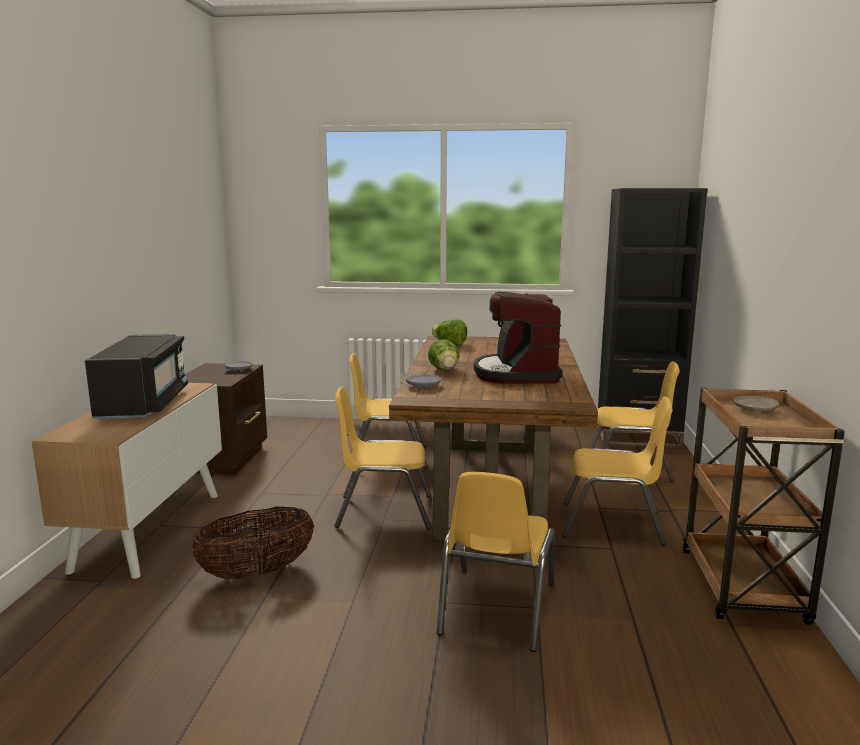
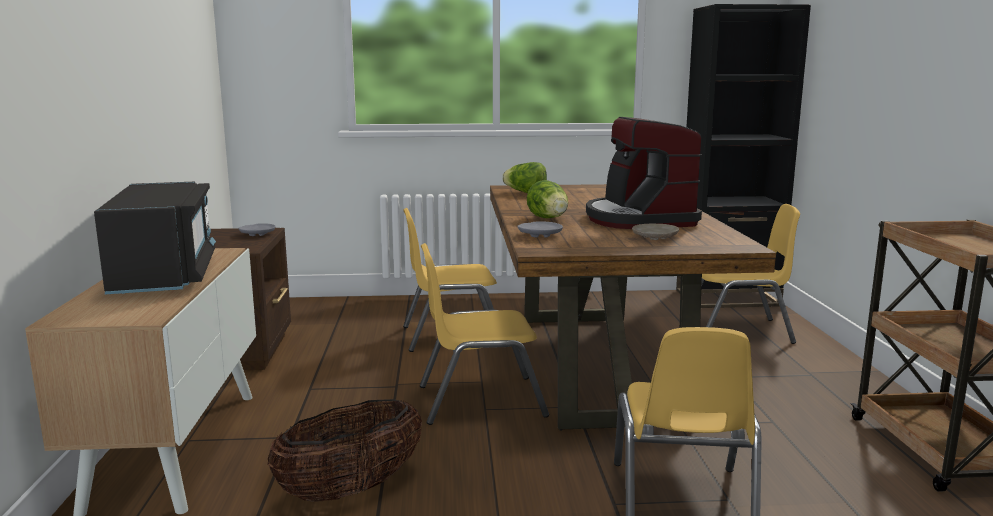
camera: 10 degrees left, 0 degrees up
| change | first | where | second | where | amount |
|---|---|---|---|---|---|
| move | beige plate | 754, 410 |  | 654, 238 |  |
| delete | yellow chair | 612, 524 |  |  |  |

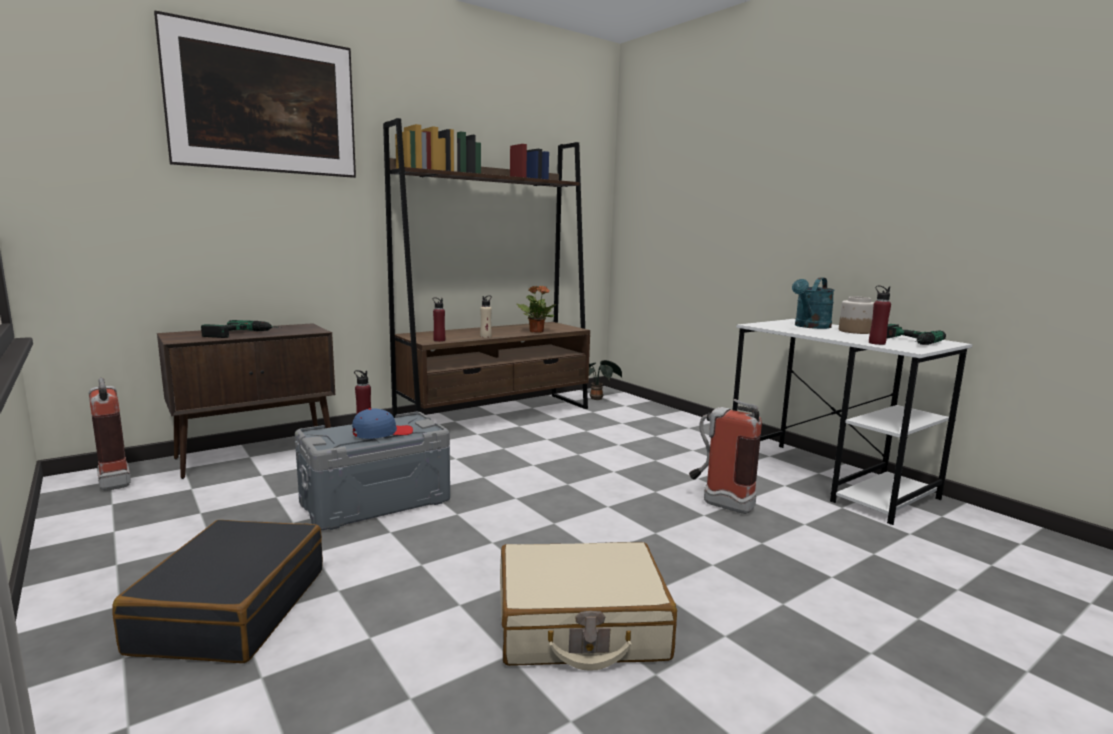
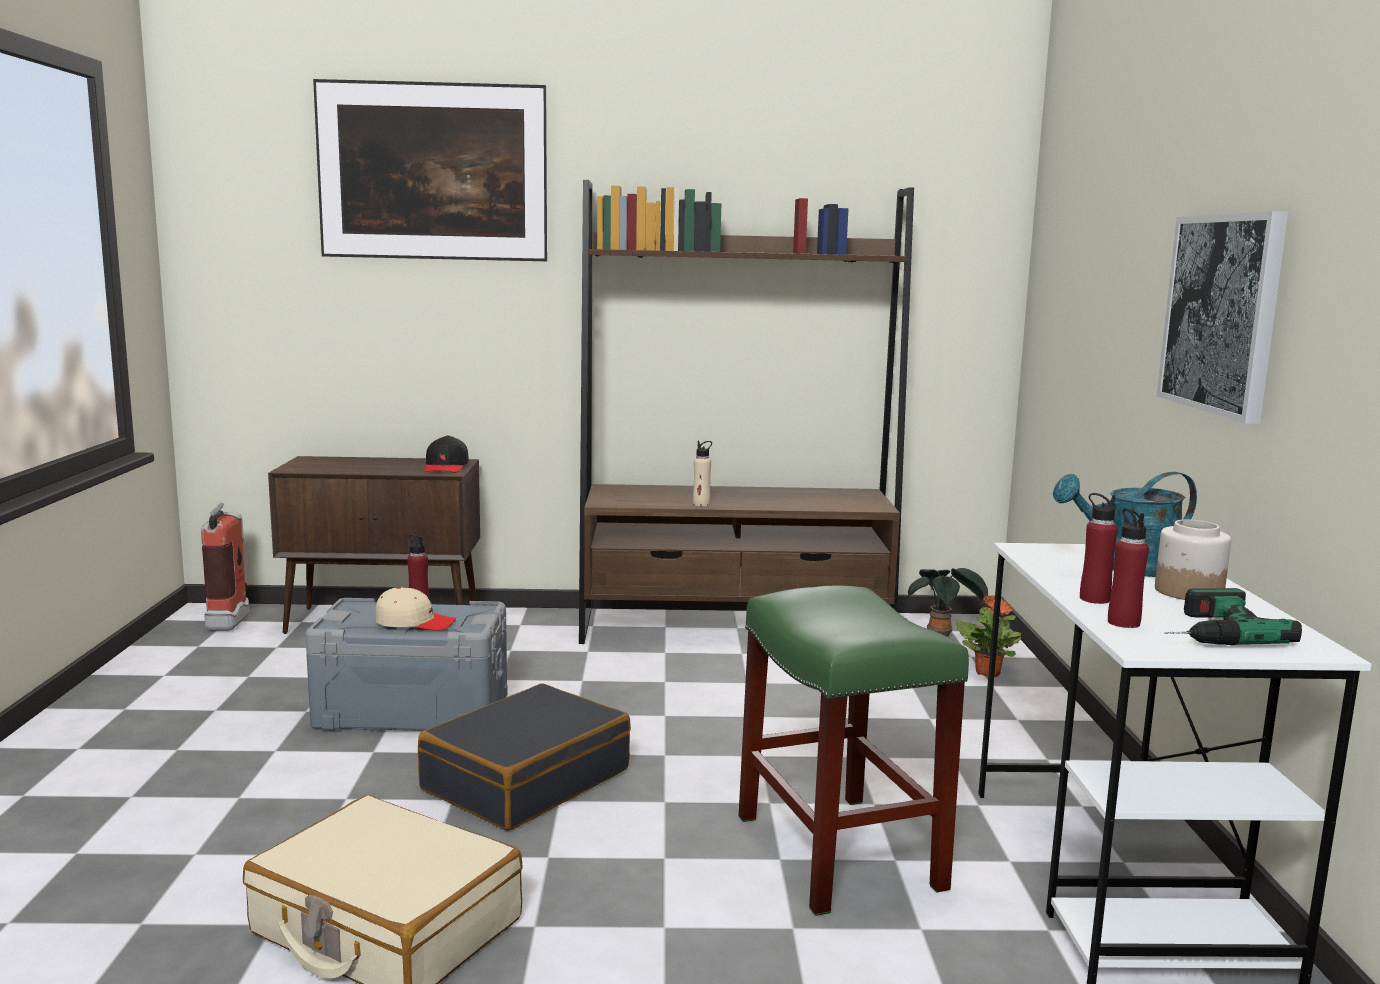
camera: 35 degrees right, 0 degrees up
| change | first | where | second | where | amount |
|---|---|---|---|---|---|
| move | potted plant | 536, 331 |  | 987, 673 |  |
| move | red bottle | 439, 340 |  | 1094, 599 |  |
| delete | power drill | 244, 334 |  |  |  |
| replace | fire extinguisher | 719, 503 | green stool | 836, 851 |  |
| recolor | blue cap | 382, 433 | beige cap | 415, 622 |  |
| move | black suitcase | 231, 609 |  | 525, 779 |  |
| insert |  |  | picture | 1222, 313 |  |
| insert |  |  | black cap | 446, 467 |  |

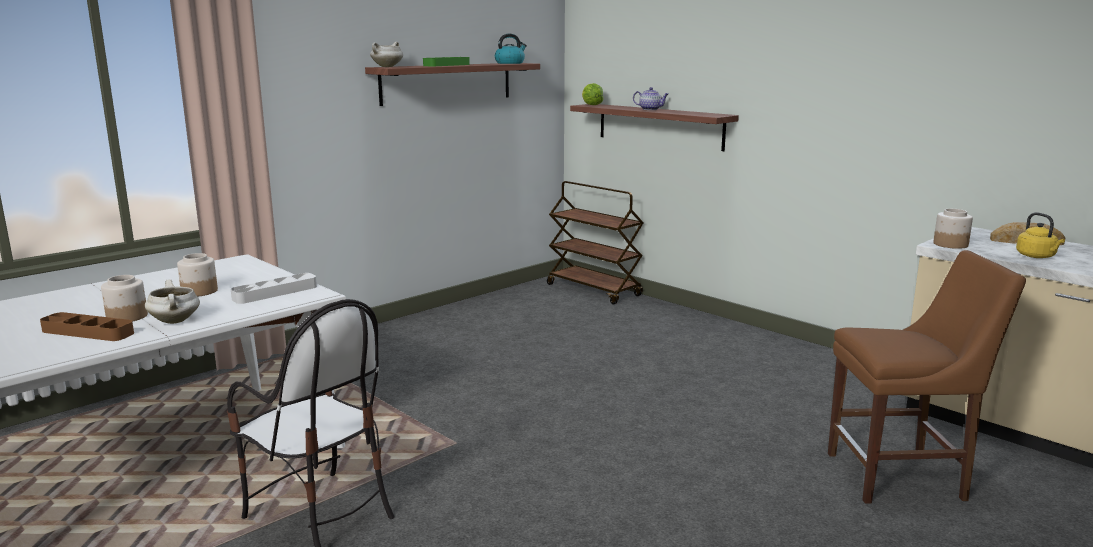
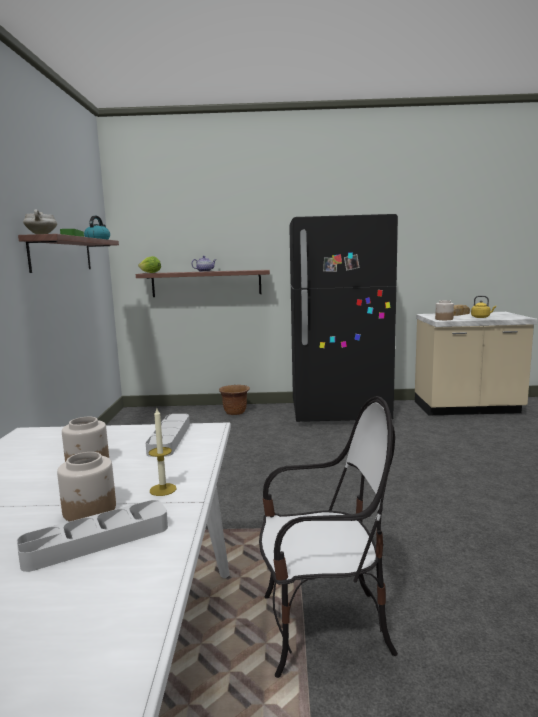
camera: 45 degrees left, 5 degrees down
| change | first | where | second | where | amount |
|---|---|---|---|---|---|
| delete | brown cart | 594, 290 |  |  |  |
| delete | brown chair | 902, 476 |  |  |  |
| replace | white cooking pot | 176, 321 | candle | 163, 489 |  |
| recolor | brown tray | 88, 332 | grey tray | 97, 541 |  |
| insert |  |  | black fridge | 339, 413 |  |
| insert |  |  | brown planter | 235, 412 |  |

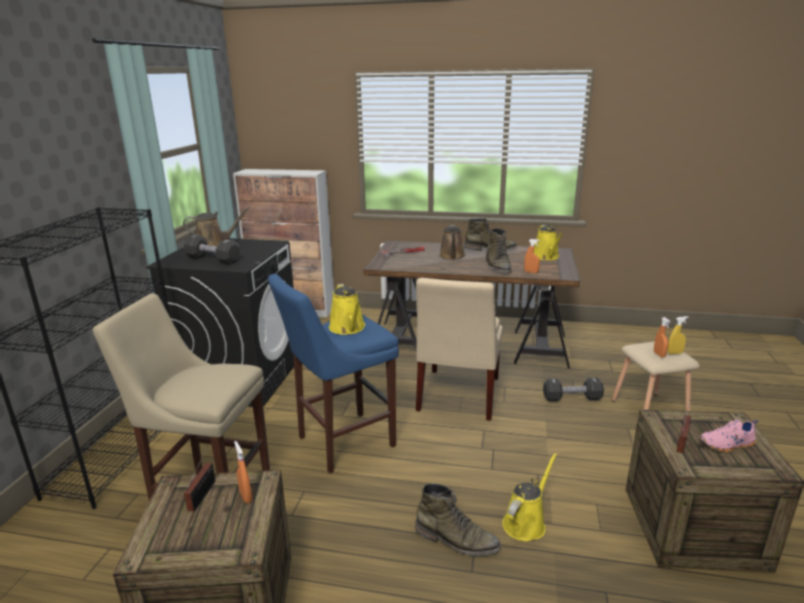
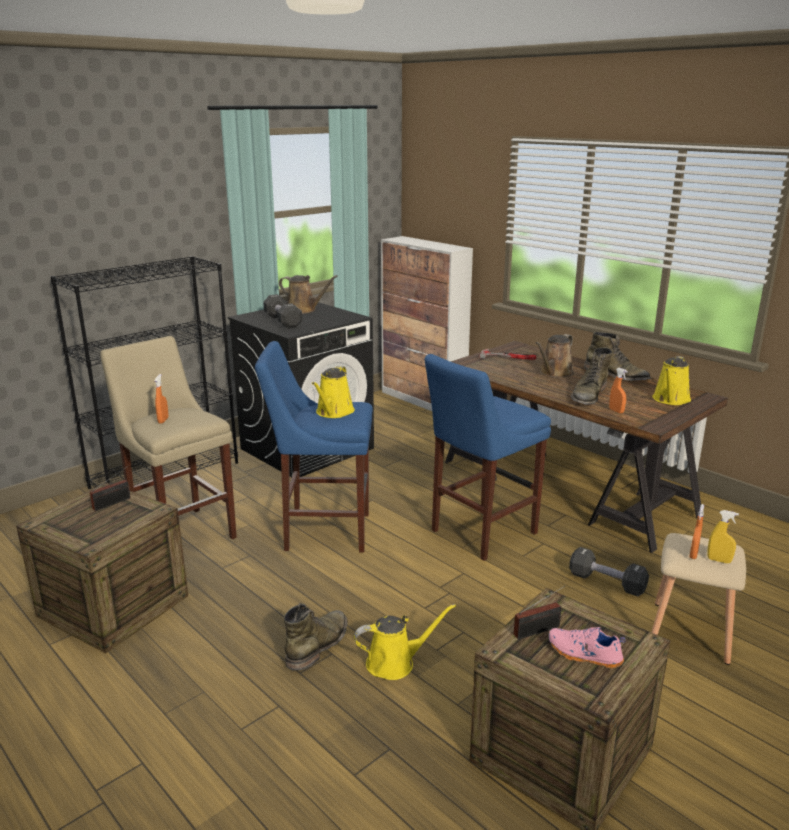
camera: 35 degrees right, 0 degrees up
| change | first | where | second | where | amount |
|---|---|---|---|---|---|
| replace | beige chair | 457, 396 | blue stool | 479, 533 |  |
| move | orange spray bottle | 246, 496 |  | 163, 420 |  |
| rotate | green boot | 456, 539 |  | 318, 645 | 120 degrees counterclockwise |

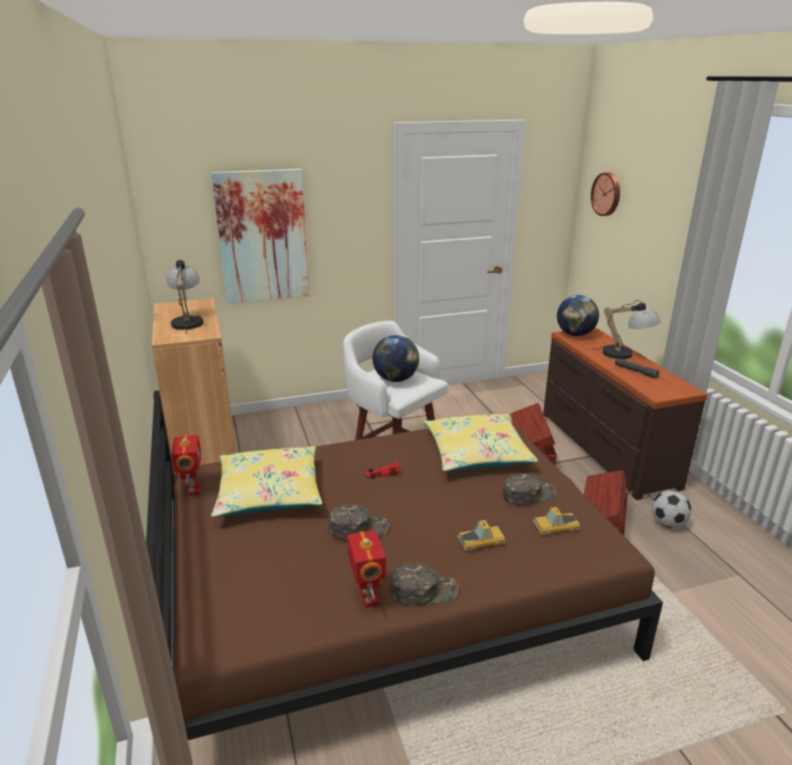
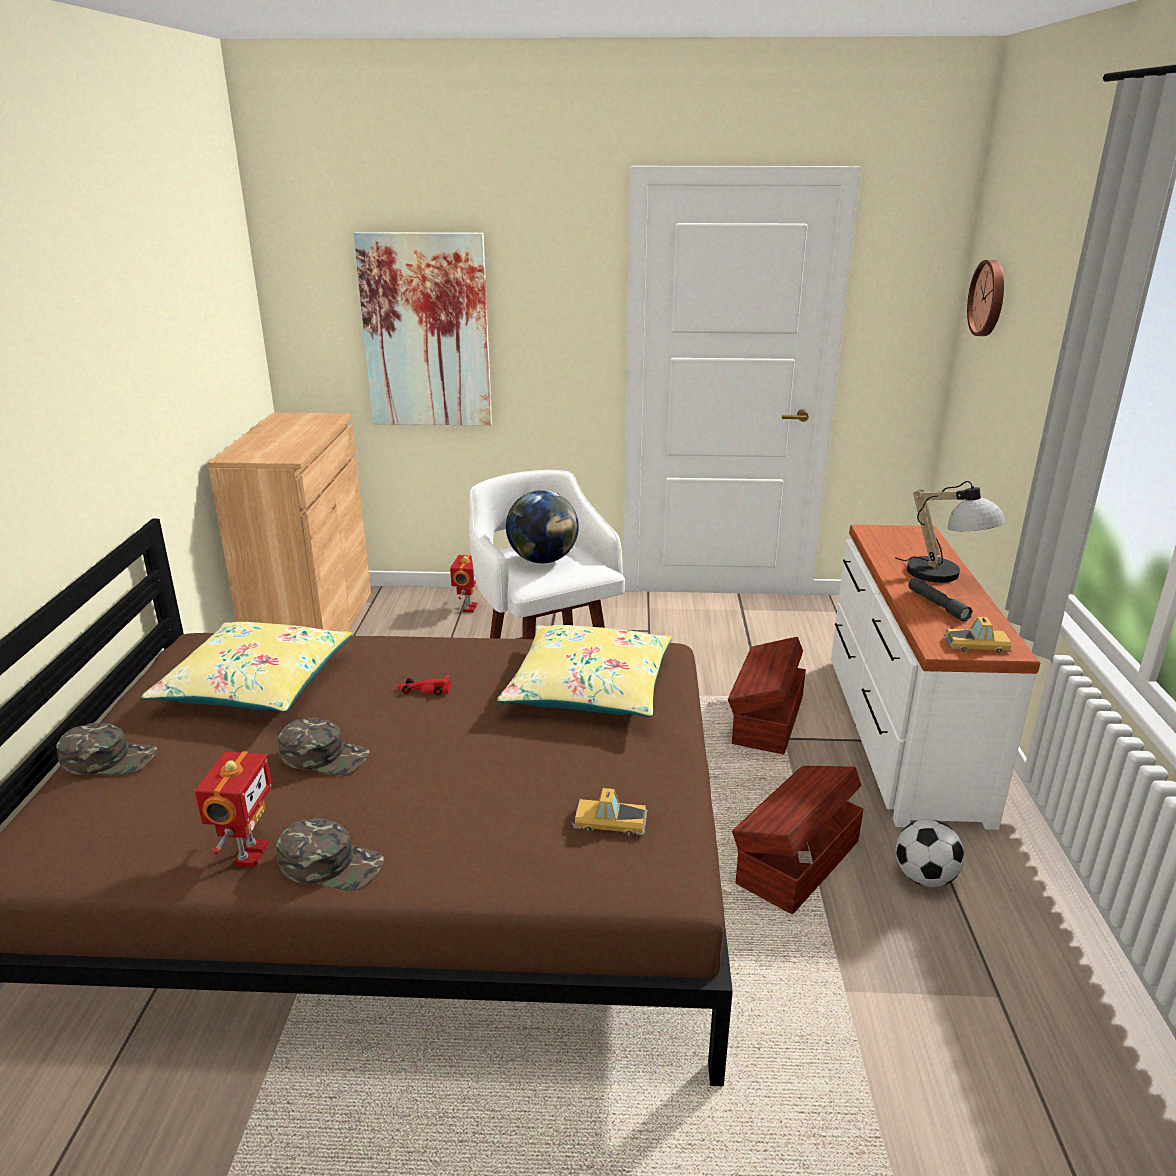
camera: 20 degrees right, 0 degrees up
| change | first | where | second | where | amount |
|---|---|---|---|---|---|
| delete | table lamp | 187, 321 |  |  |  |
| delete | globe | 575, 334 |  |  |  |
| recolor | brown dresser | 604, 448 | white dresser | 901, 734 |  |
| move | toy robot | 192, 489 |  | 468, 608 |  |
| move | green cap | 528, 494 |  | 109, 759 |  |
| move | toy car | 481, 541 |  | 978, 644 |  |

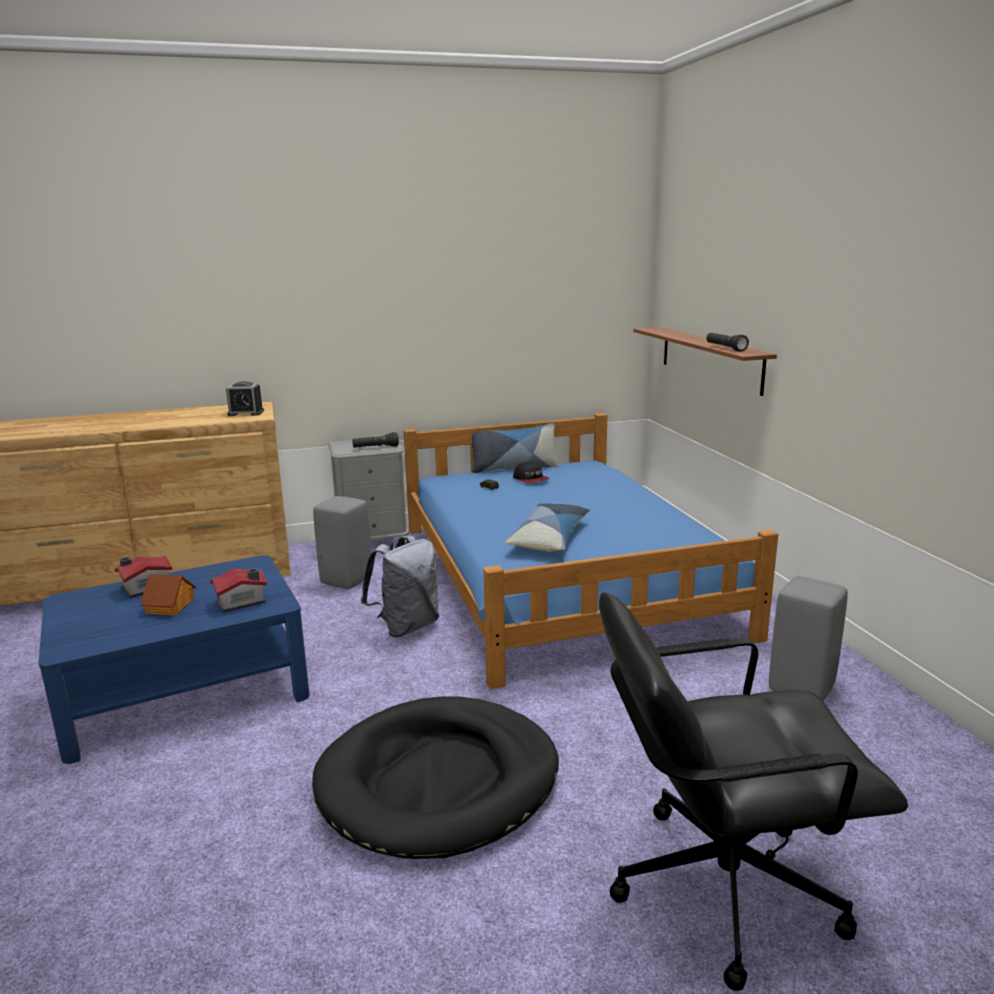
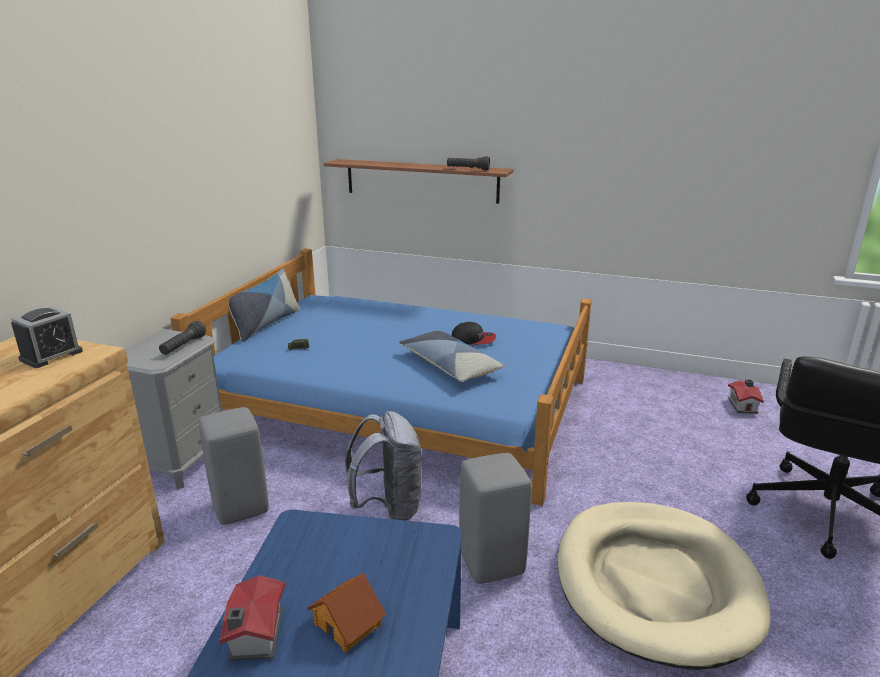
camera: 55 degrees left, 5 degrees up
| change | first | where | second | where | amount |
|---|---|---|---|---|---|
| move | cap | 531, 479 |  | 473, 340 |  |
| move | toy house | 242, 602 |  | 743, 405 |  |
| move | grey stool | 802, 688 |  | 492, 562 |  |
| recolor | black dog bed | 439, 781 | beige dog bed | 655, 584 |  |

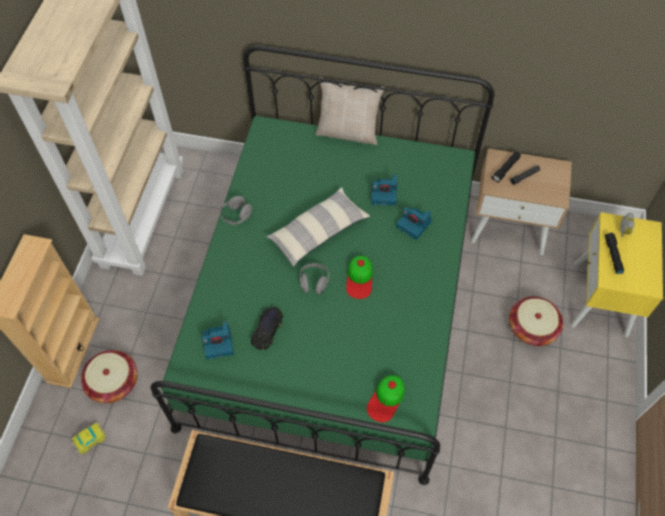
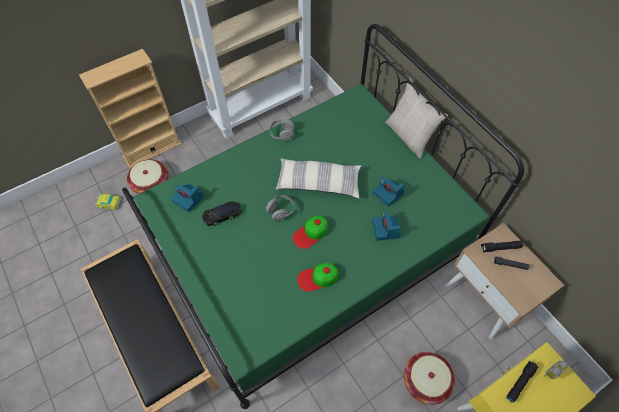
camera: 45 degrees right, 0 degrees up
| change | first | where | second | where | amount |
|---|---|---|---|---|---|
| move | cap | 386, 399 |  | 317, 278 |  |

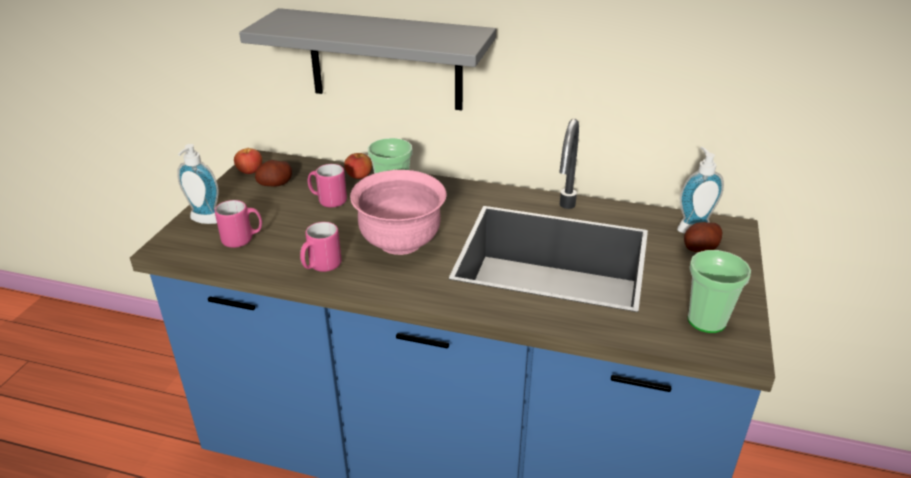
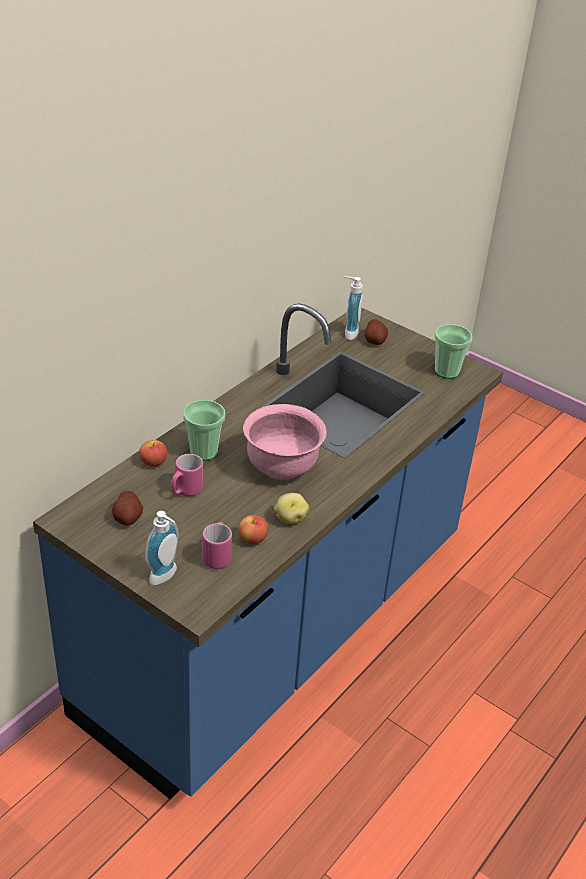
camera: 70 degrees left, 5 degrees up
| change | first | where | second | where | amount |
|---|---|---|---|---|---|
| delete | grey shelf | 385, 60 |  |  |  |
| move | apple | 250, 171 |  | 252, 539 |  |
| replace | pink mug | 321, 267 | potato | 290, 518 |  |

